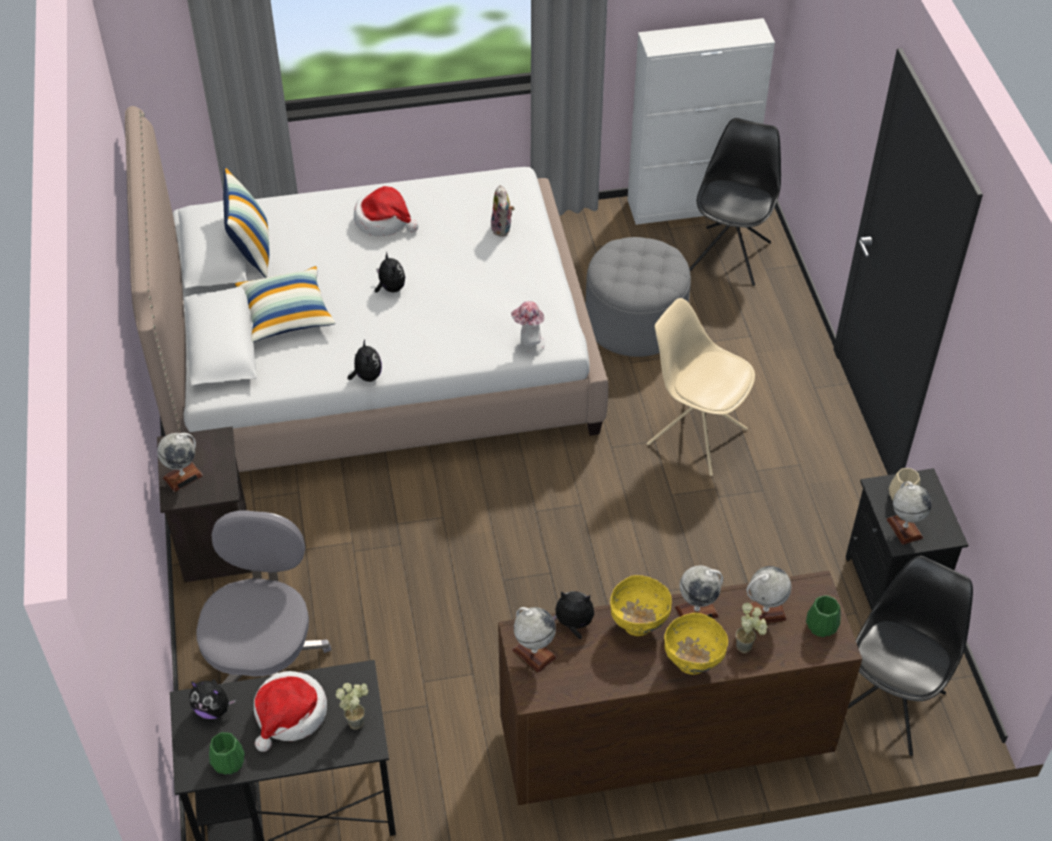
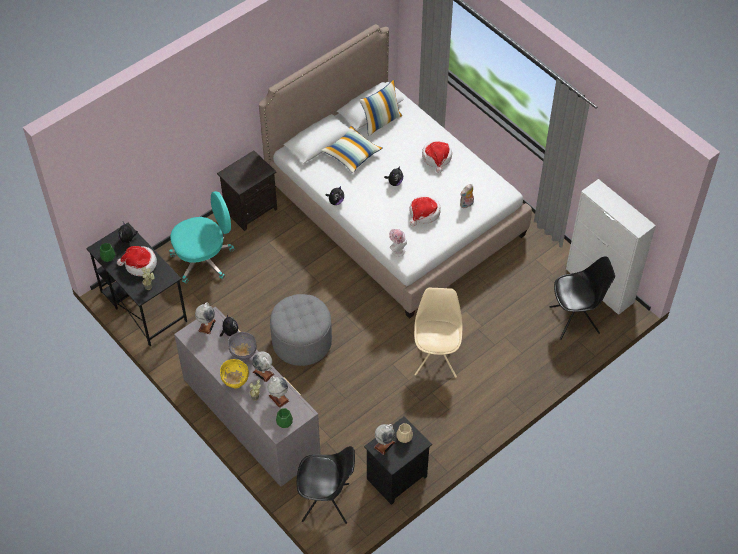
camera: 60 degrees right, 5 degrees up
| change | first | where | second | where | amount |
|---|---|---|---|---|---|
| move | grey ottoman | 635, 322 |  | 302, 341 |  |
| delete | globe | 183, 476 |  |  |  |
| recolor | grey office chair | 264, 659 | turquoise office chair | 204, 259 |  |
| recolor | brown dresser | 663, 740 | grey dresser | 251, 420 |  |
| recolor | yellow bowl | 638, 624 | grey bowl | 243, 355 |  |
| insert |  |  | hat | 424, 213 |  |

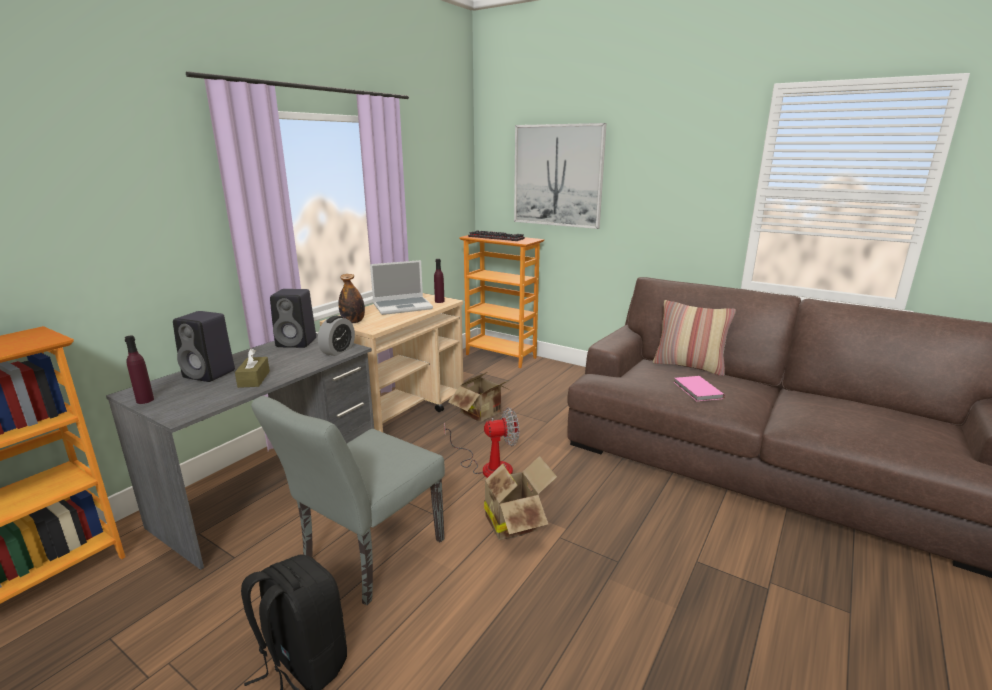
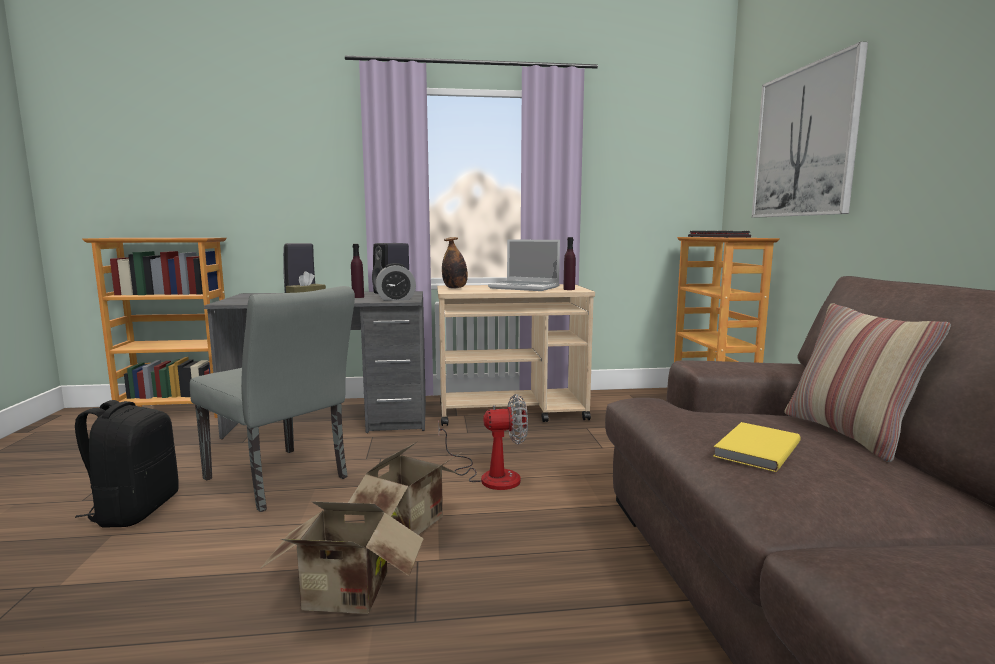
camera: 50 degrees right, 10 degrees down
| change | first | where | second | where | amount |
|---|---|---|---|---|---|
| move | purple bottle | 145, 400 |  | 358, 297 |  |
| move | cardboard box | 483, 414 |  | 346, 598 |  |
| recolor | pink book | 697, 390 | yellow book | 754, 449 |  |
| rotate | grey chair | 366, 558 |  | 282, 481 | 135 degrees counterclockwise |
| rotate | fan | 488, 467 |  | 489, 476 | 45 degrees counterclockwise |

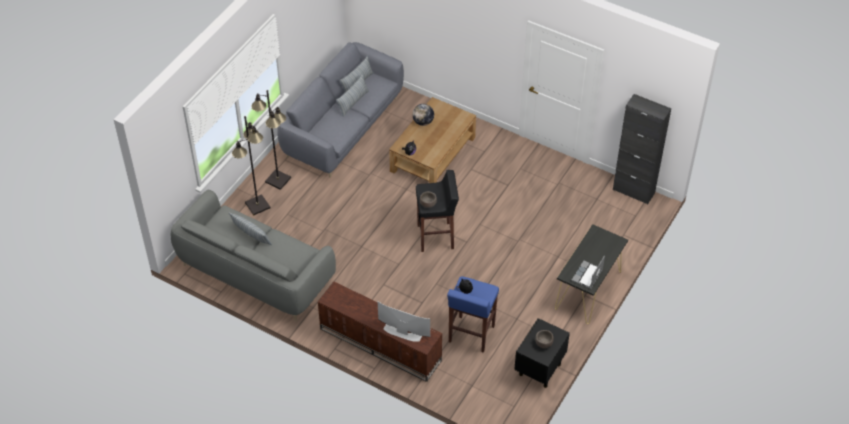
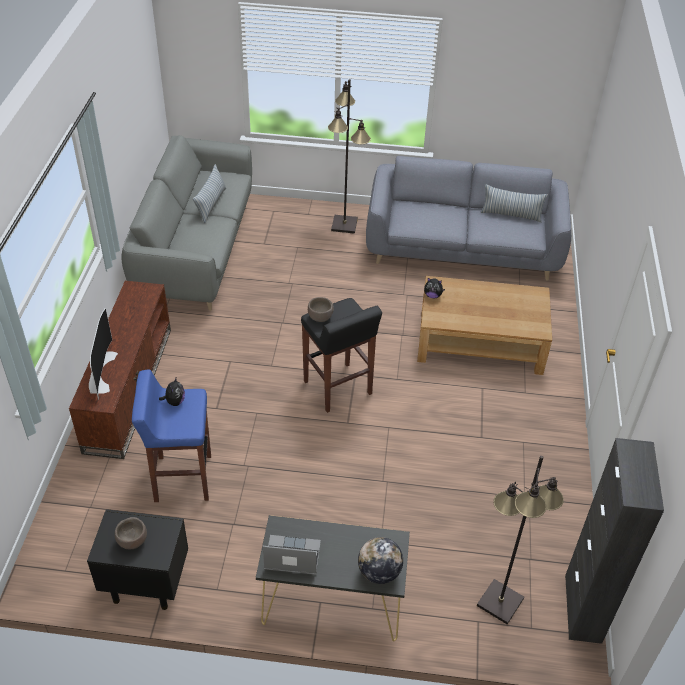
camera: 65 degrees right, 5 degrees down
| change | first | where | second | where | amount |
|---|---|---|---|---|---|
| delete | pillow | 353, 102 |  |  |  |
| move | globe | 423, 122 |  | 379, 572 |  |
| move | black floor lamp | 257, 205 |  | 499, 602 |  |

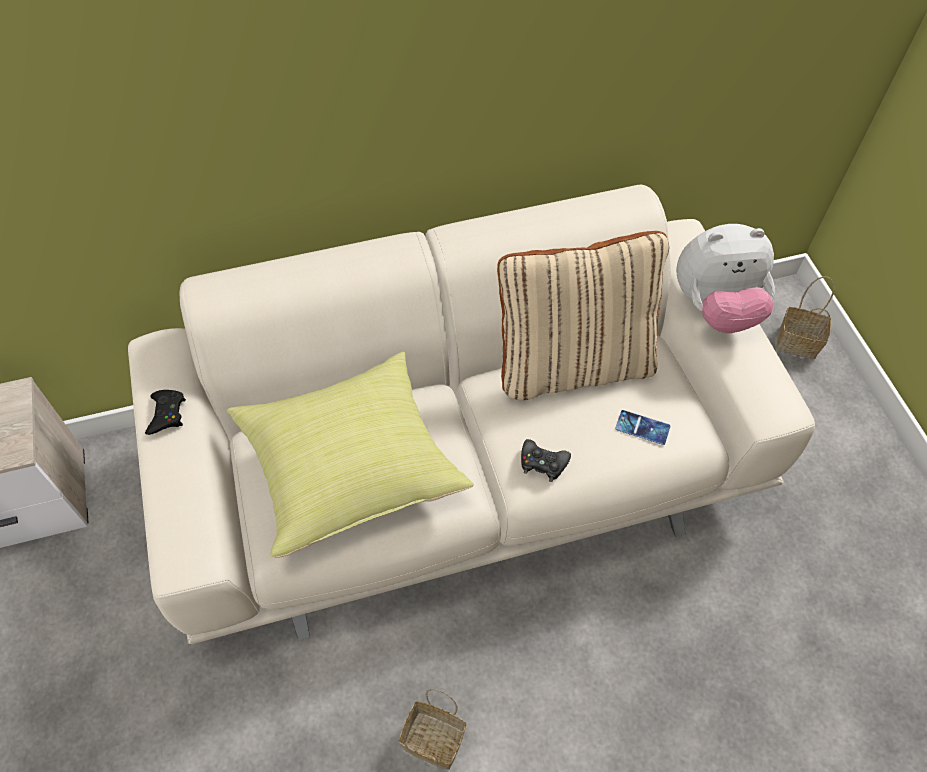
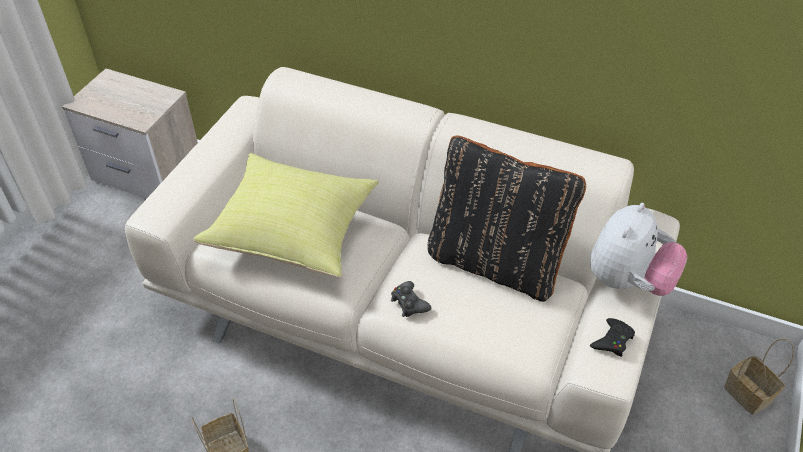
camera: 40 degrees right, 10 degrees down
| change | first | where | second | where | amount |
|---|---|---|---|---|---|
| rotate | plush toy | 715, 308 |  | 628, 281 | 90 degrees counterclockwise |
| recolor | beige pillow | 573, 363 | black pillow | 496, 262 |  |
| move | black game controller | 166, 414 |  | 612, 340 |  |
| delete | phone | 642, 427 |  |  |  |

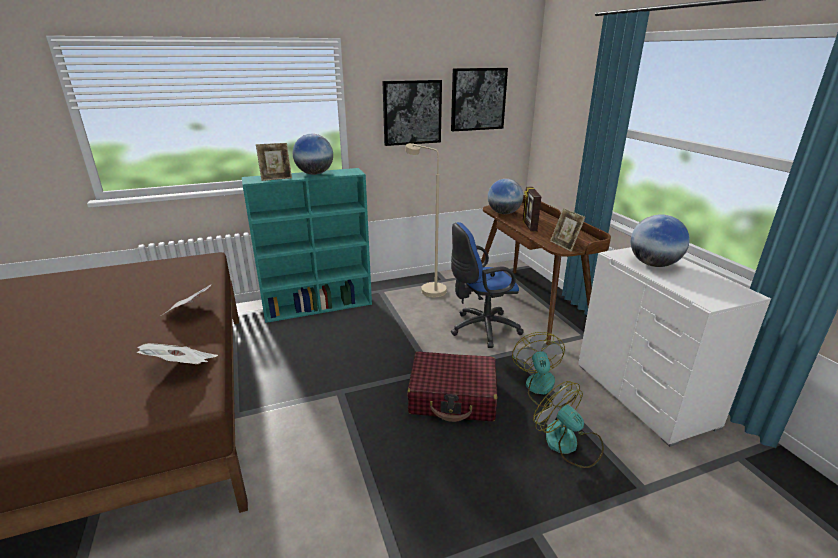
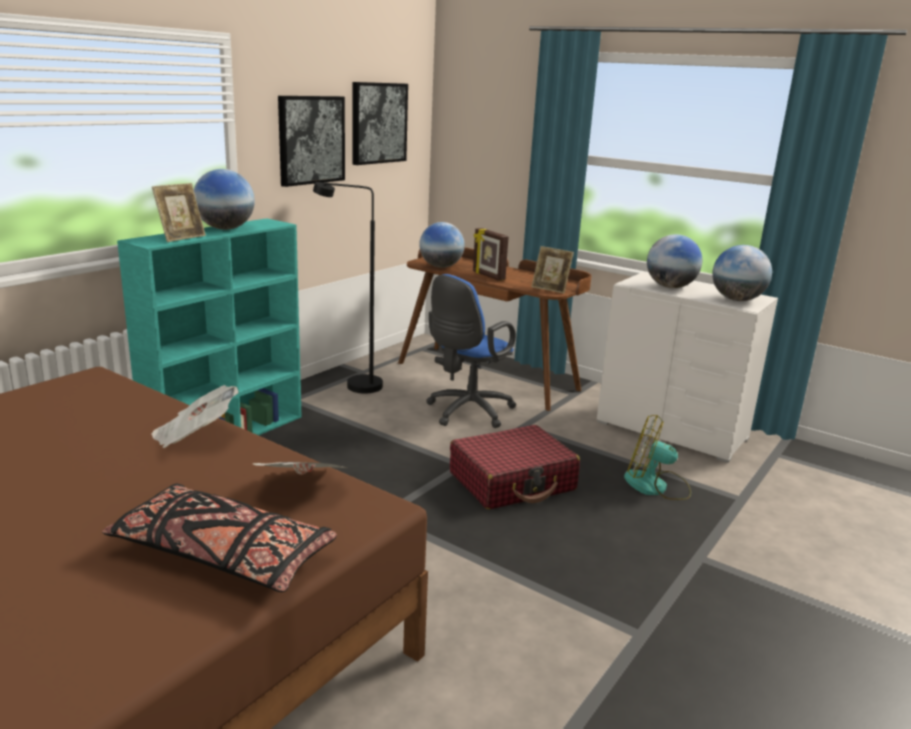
camera: 35 degrees left, 5 degrees down
| change | first | where | second | where | amount |
|---|---|---|---|---|---|
| recolor | beige floor lamp | 428, 289 | black floor lamp | 354, 385 |  |
| delete | fan | 543, 389 |  |  |  |
| insert |  |  | globe | 737, 300 |  |
| insert |  |  | black pillow | 224, 555 |  |

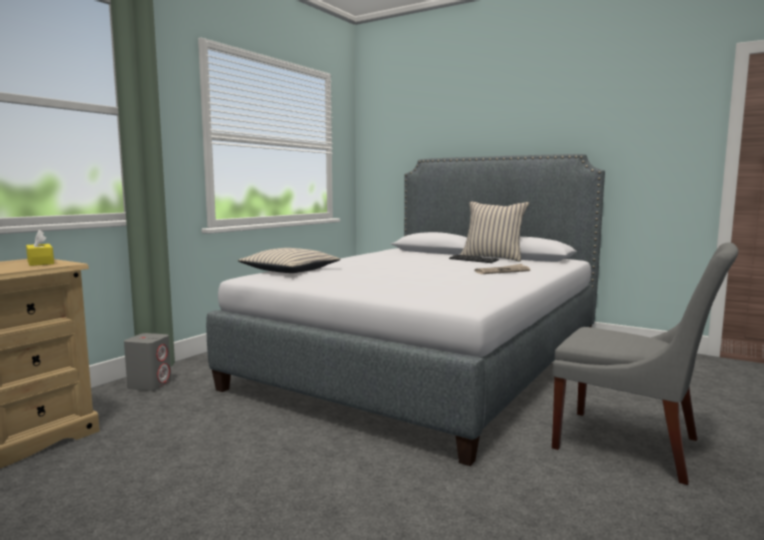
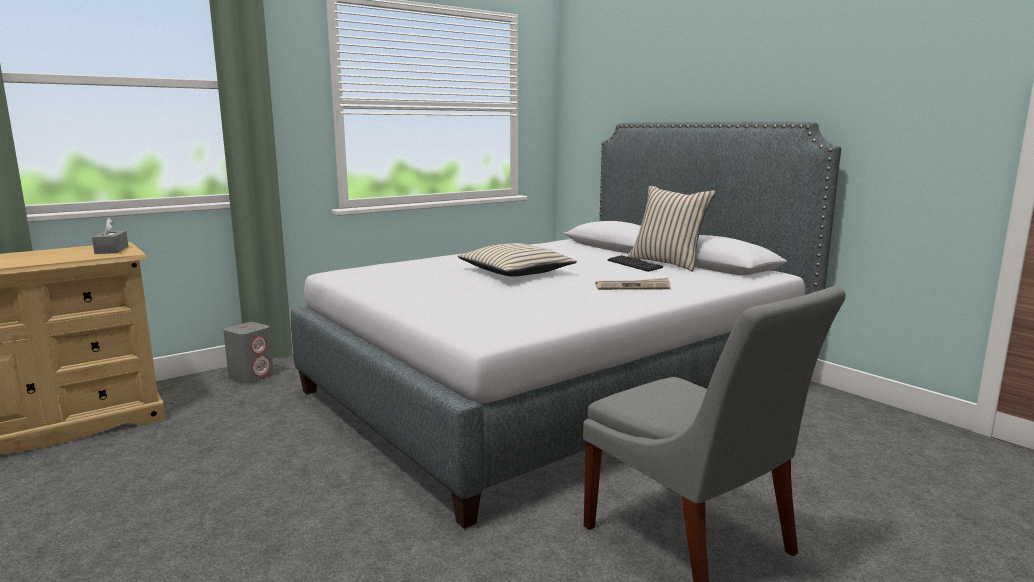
camera: 20 degrees right, 5 degrees up
| change | first | where | second | where | amount |
|---|---|---|---|---|---|
| recolor | yellow tissue box | 40, 262 | grey tissue box | 112, 250 |  |
| move | beige pillow | 290, 270 |  | 516, 272 |  |

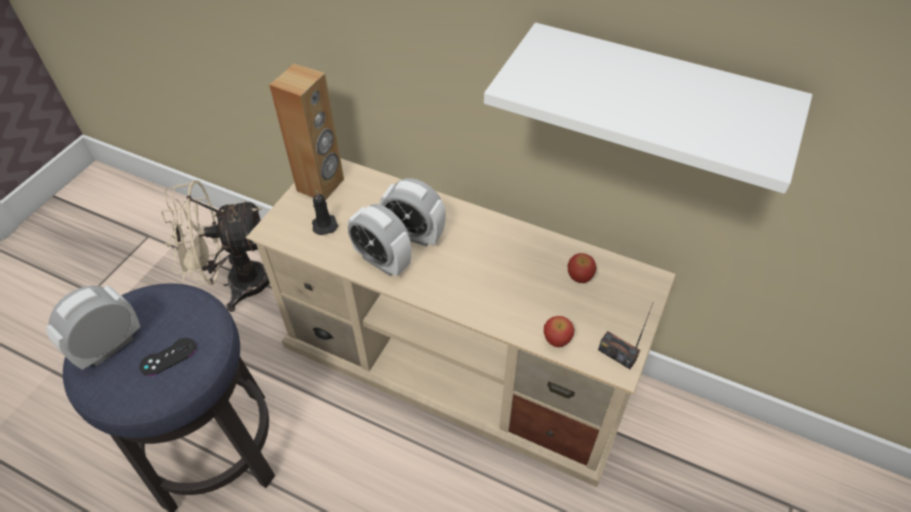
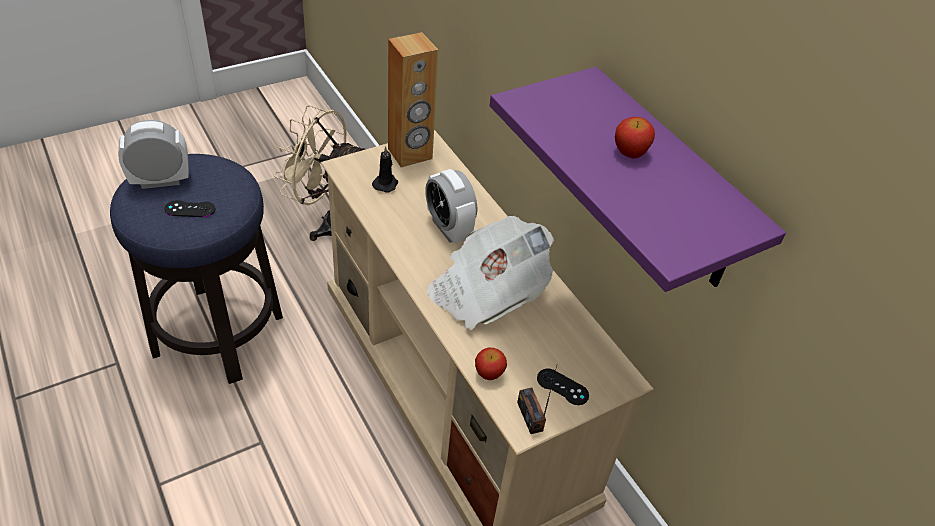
camera: 30 degrees right, 5 degrees down
| change | first | where | second | where | amount |
|---|---|---|---|---|---|
| recolor | white shelf | 654, 99 | purple shelf | 667, 183 |  |
| delete | alarm clock | 382, 261 |  |  |  |
| move | apple | 579, 276 |  | 630, 152 |  |
| insert |  |  | newspaper | 486, 292 |  |
| insert |  |  | black game controller | 562, 387 |  |

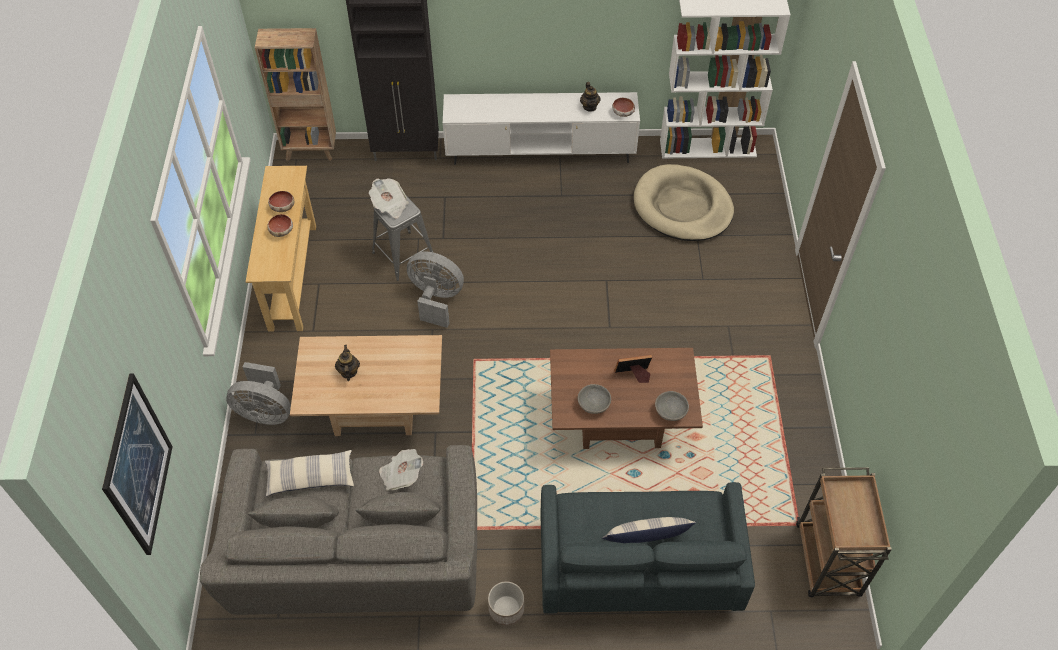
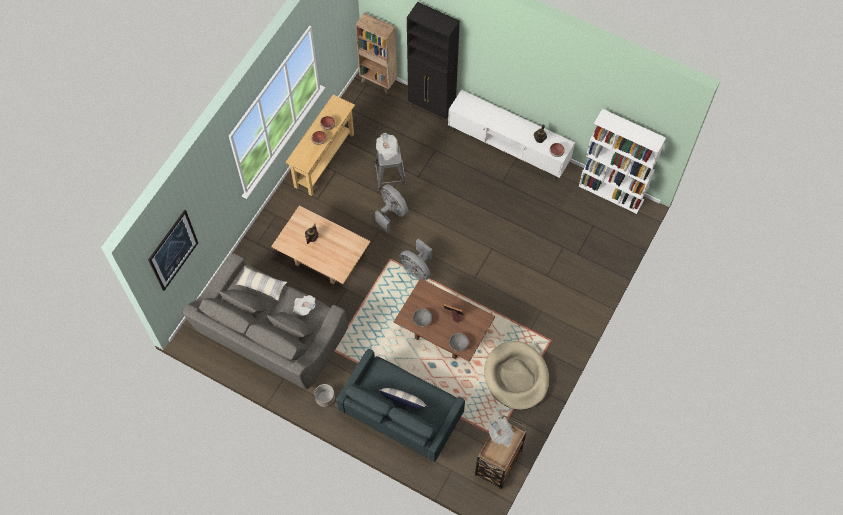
camera: 30 degrees right, 10 degrees up
| change | first | where | second | where | amount |
|---|---|---|---|---|---|
| move | beige dog bed | 682, 207 |  | 516, 376 |  |
| move | grey fan | 265, 412 |  | 417, 269 |  |
| insert |  |  | newspaper | 501, 435 |  |

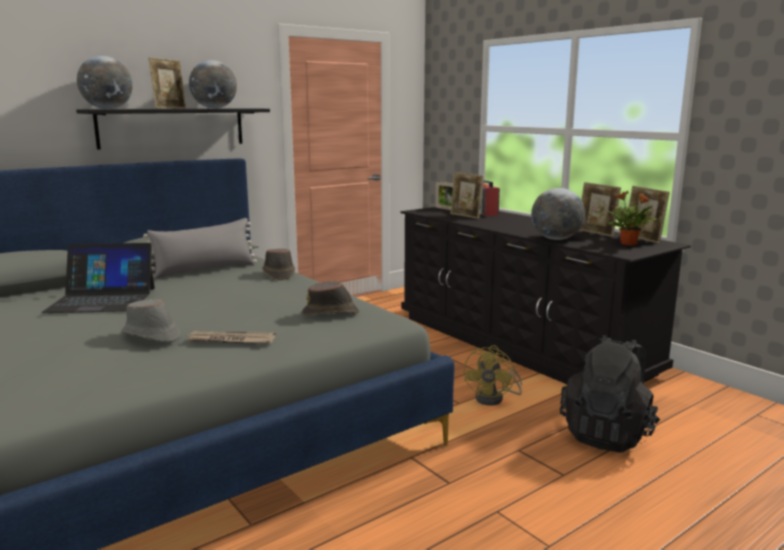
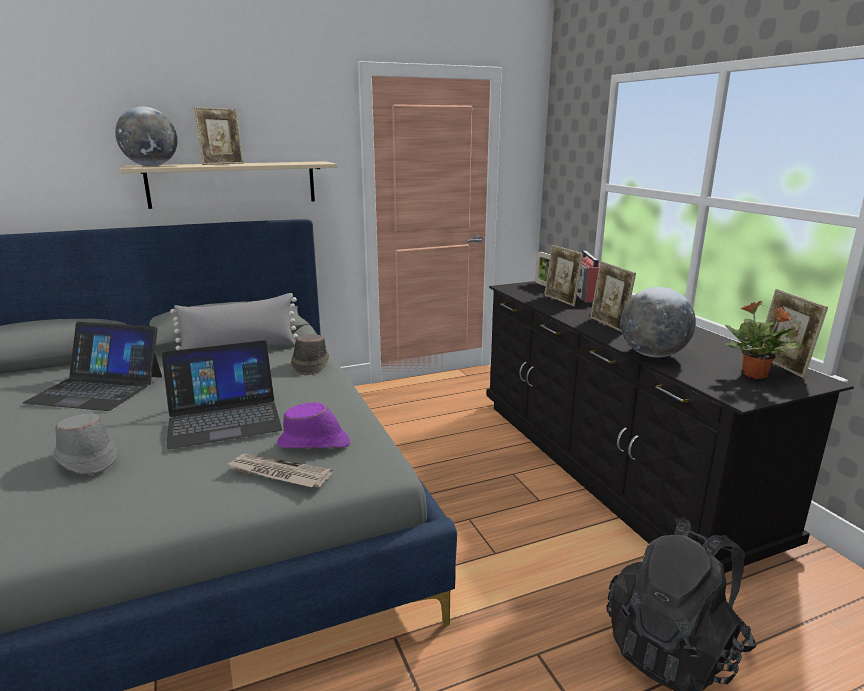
camera: 15 degrees right, 5 degrees up
| change | first | where | second | where | amount |
|---|---|---|---|---|---|
| delete | globe | 214, 108 |  |  |  |
| recolor | black shelf | 172, 127 | beige shelf | 233, 184 |  |
| move | picture frame | 596, 233 |  | 608, 325 |  |
| recolor | brown hat | 331, 313 | purple hat | 314, 443 |  |
| move | newspaper | 230, 340 |  | 278, 473 |  |
| delete | yellow fan | 494, 398 |  |  |  |
| insert |  |  | laptop | 224, 418 |  |

